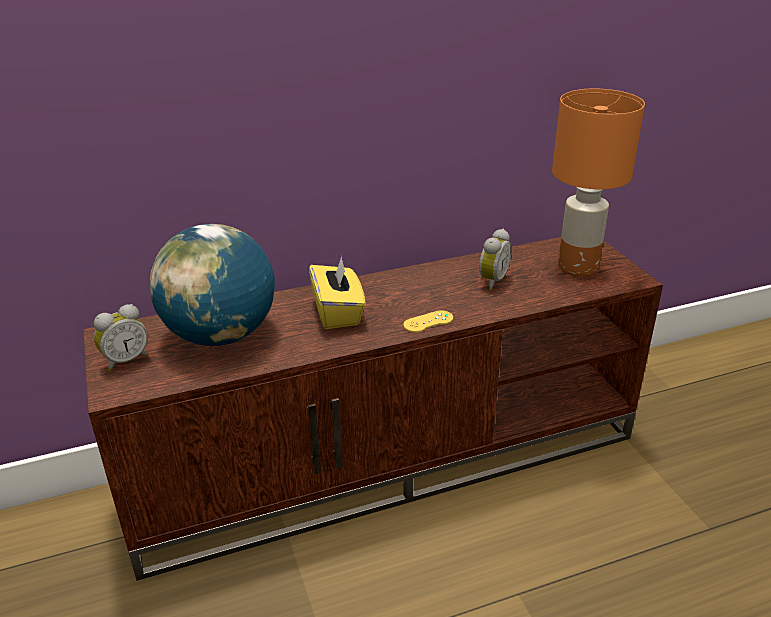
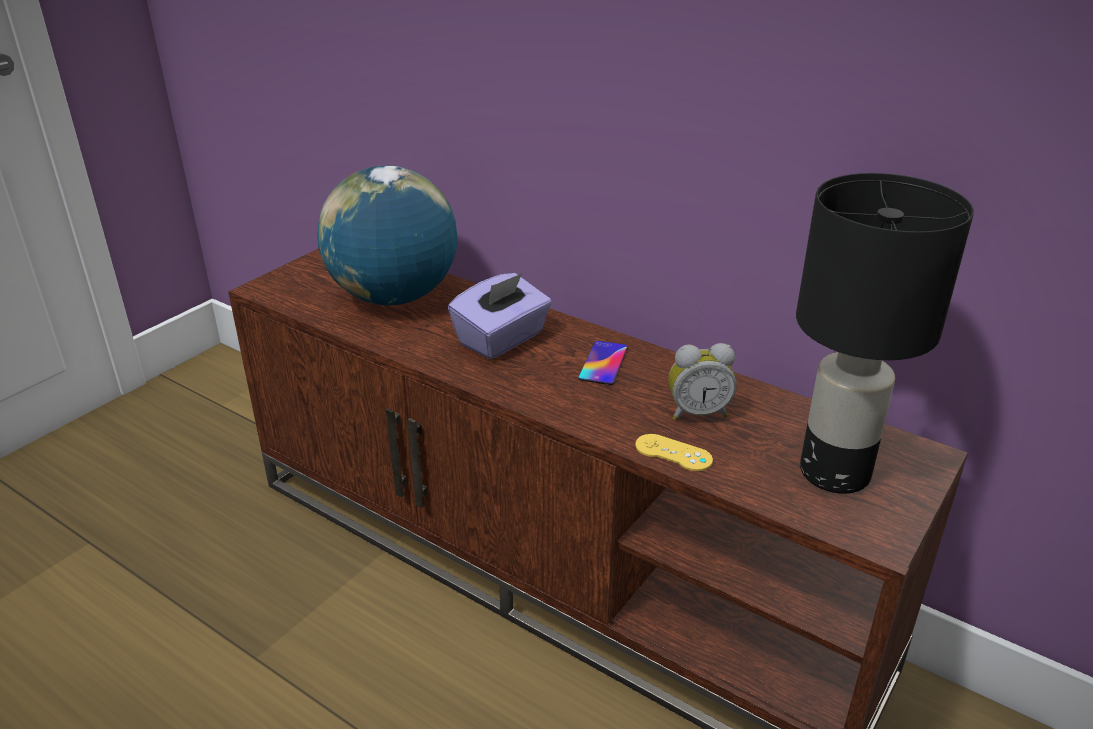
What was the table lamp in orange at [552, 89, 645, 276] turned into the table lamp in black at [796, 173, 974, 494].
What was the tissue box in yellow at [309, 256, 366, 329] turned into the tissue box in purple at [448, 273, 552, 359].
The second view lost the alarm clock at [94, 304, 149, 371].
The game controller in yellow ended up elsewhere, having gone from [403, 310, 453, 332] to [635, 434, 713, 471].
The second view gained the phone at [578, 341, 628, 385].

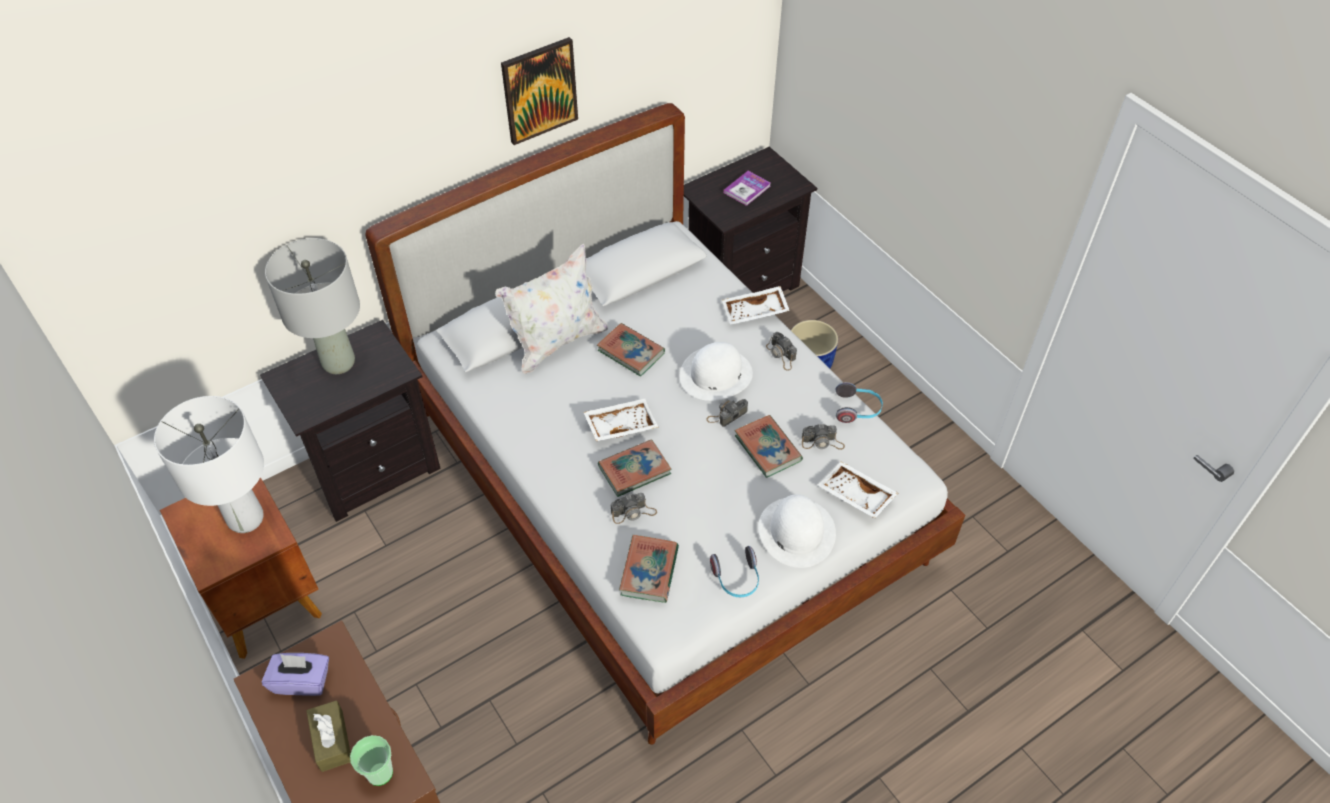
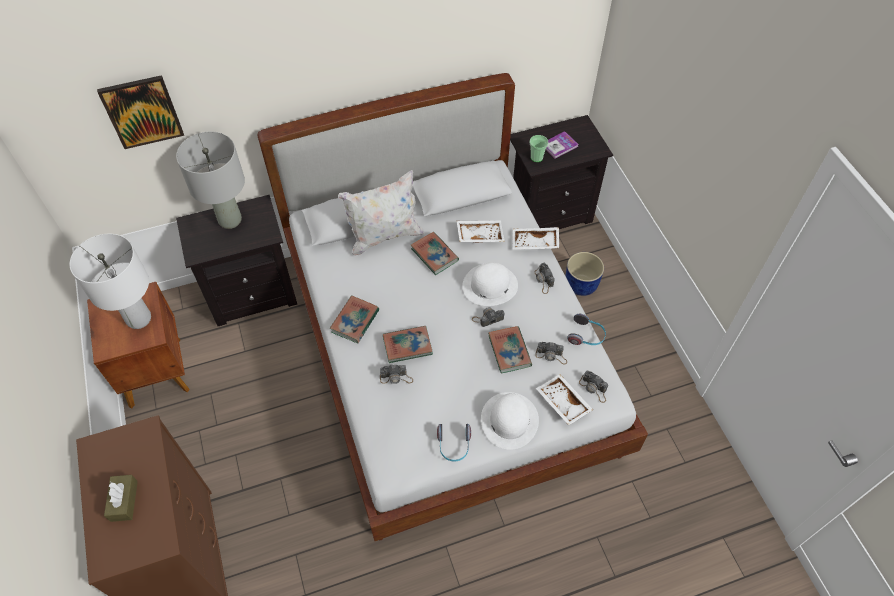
The picture ended up elsewhere, having gone from [501, 37, 578, 145] to [97, 75, 184, 149].
The tray in white ended up elsewhere, having gone from [583, 399, 659, 441] to [457, 220, 505, 243].
The book ended up elsewhere, having gone from [619, 535, 679, 603] to [330, 295, 379, 343].
The second view lost the tissue box in purple at [261, 653, 329, 696].
The cup ended up elsewhere, having gone from [350, 735, 393, 786] to [530, 135, 548, 162].
The second view gained the photo camera at [579, 371, 608, 403].

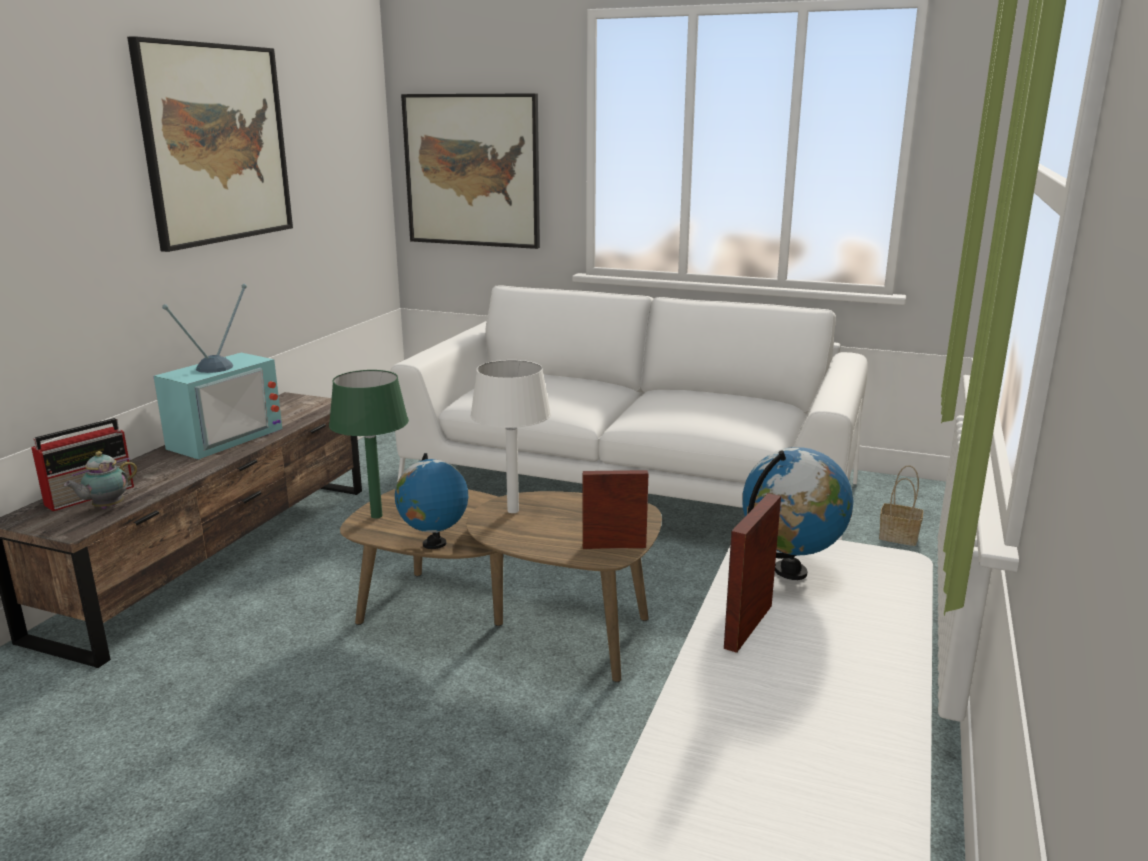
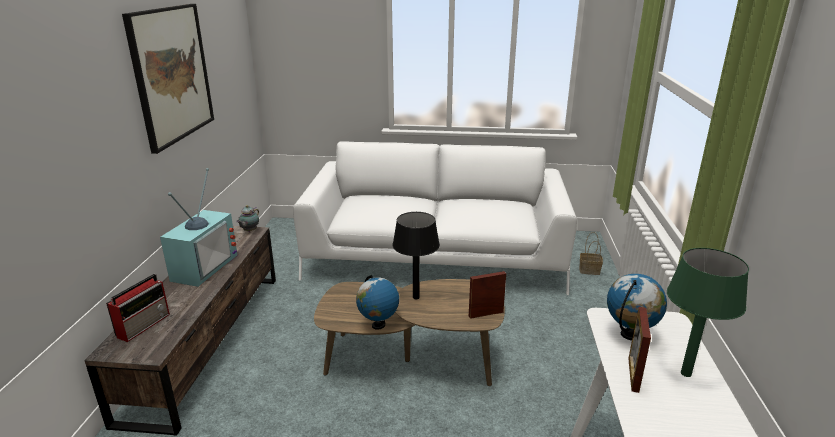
The second view lost the picture at [401, 93, 540, 249].
What was the table lamp in white at [470, 360, 551, 513] turned into the table lamp in black at [392, 212, 440, 299].
The table lamp in green ended up elsewhere, having gone from [329, 370, 409, 518] to [667, 248, 749, 377].
The teapot ended up elsewhere, having gone from [64, 451, 137, 509] to [236, 205, 259, 232].

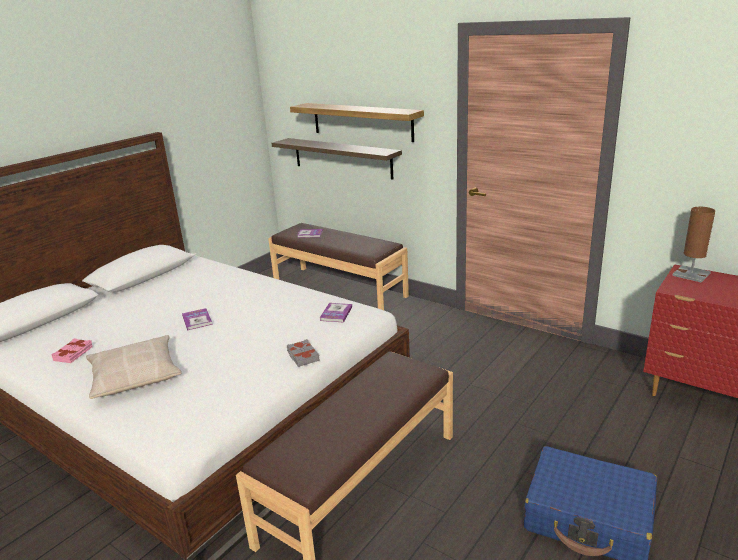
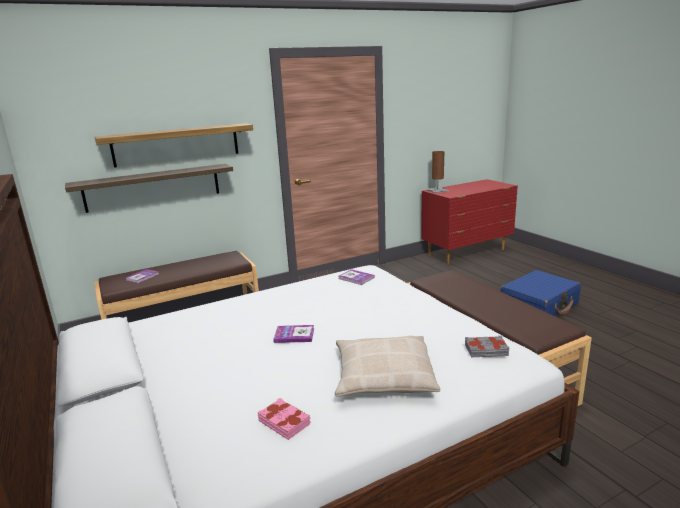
The book in grey ended up elsewhere, having gone from [287, 339, 320, 367] to [465, 336, 509, 357].

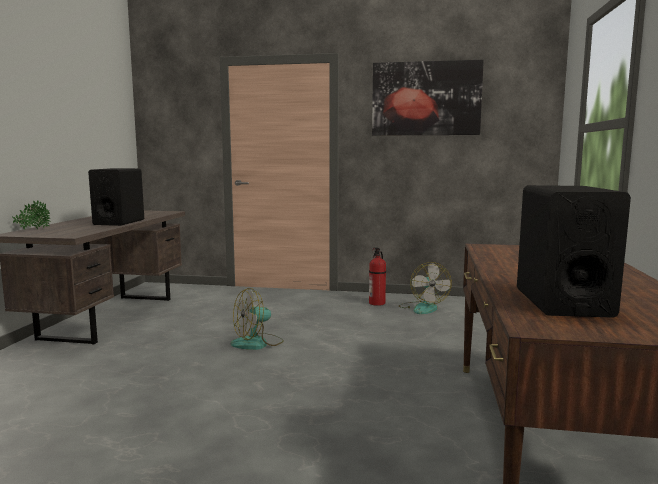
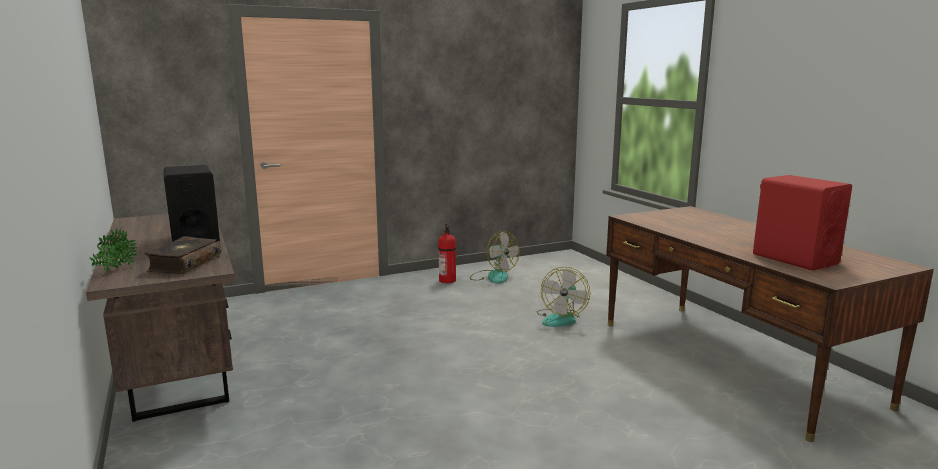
The second view lost the picture at [372, 60, 484, 136].
What was the speaker in black at [517, 185, 631, 318] turned into the speaker in red at [753, 175, 852, 271].
The fan ended up elsewhere, having gone from [231, 288, 284, 350] to [537, 267, 590, 327].
The second view gained the book at [144, 236, 221, 274].

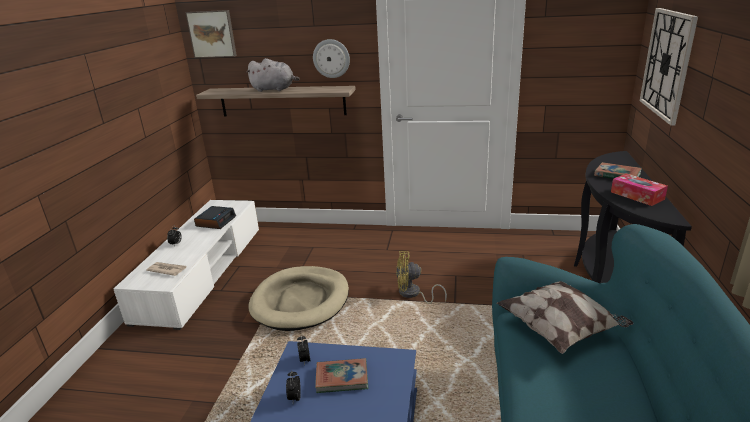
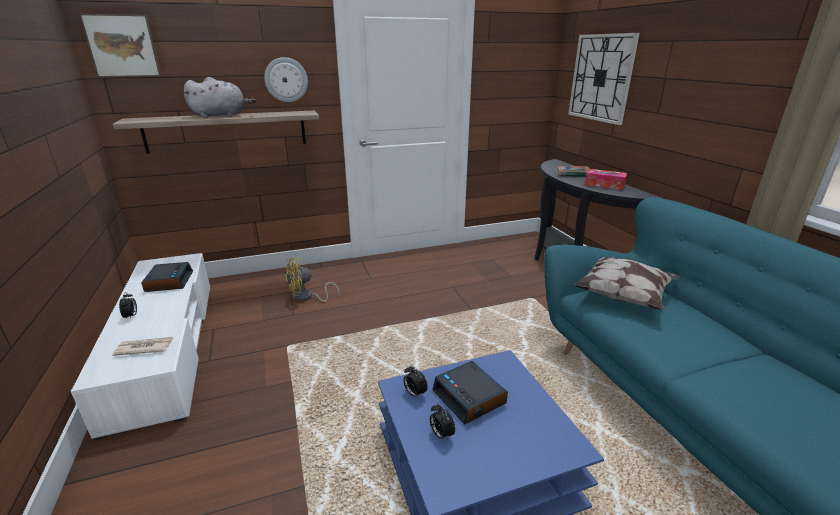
The fan in yellow ended up elsewhere, having gone from [396, 251, 447, 304] to [285, 258, 340, 302].
The second view lost the dog bed in beige at [248, 266, 349, 331].
Where the book stood at [315, 358, 368, 393], the alarm clock came to stand at [433, 361, 508, 425].

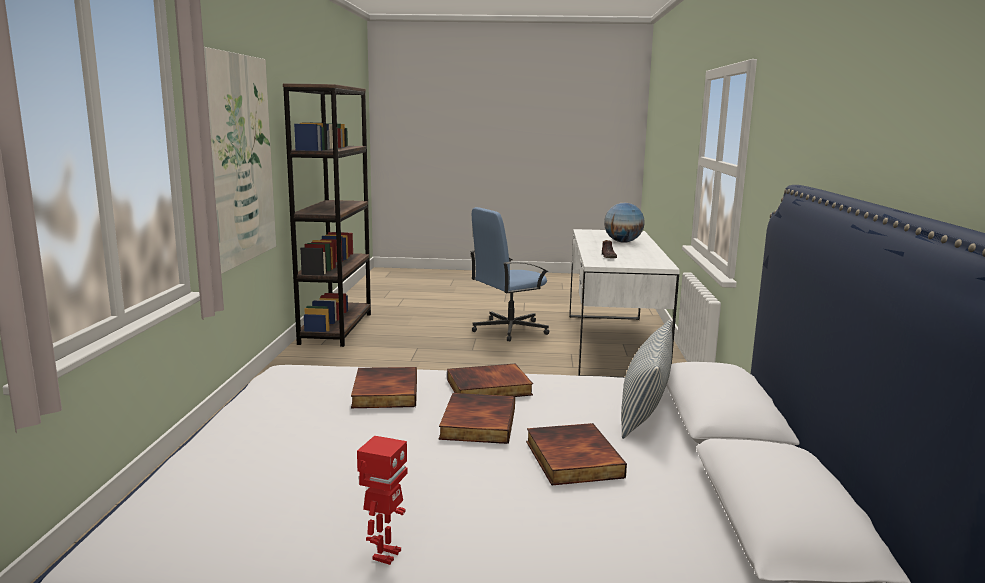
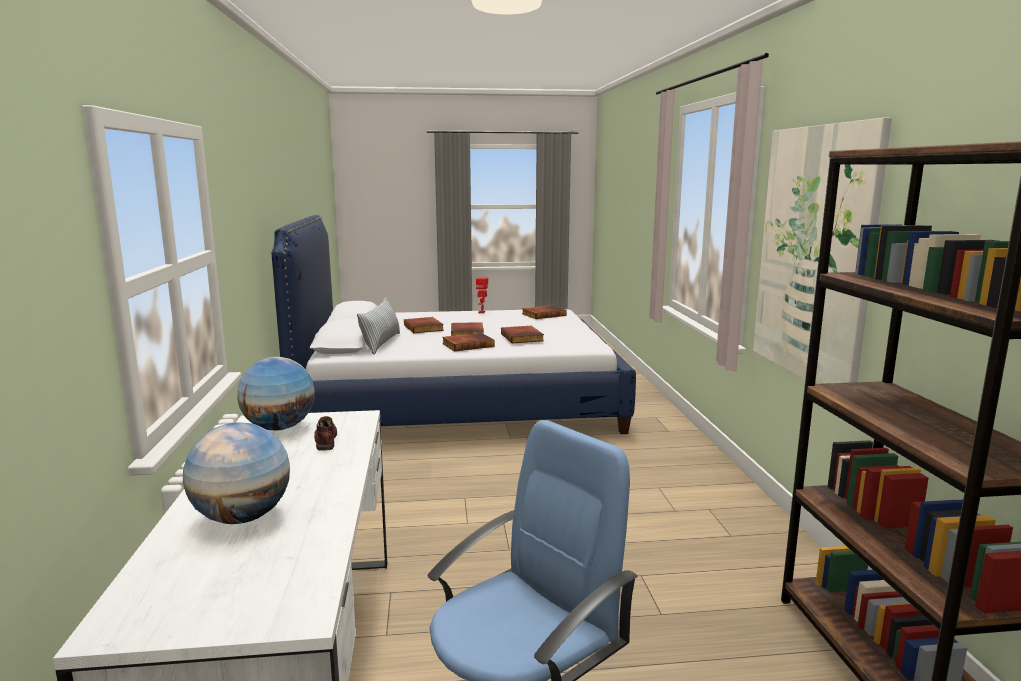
The second view gained the book at [522, 305, 566, 319].
The second view gained the globe at [237, 357, 315, 430].

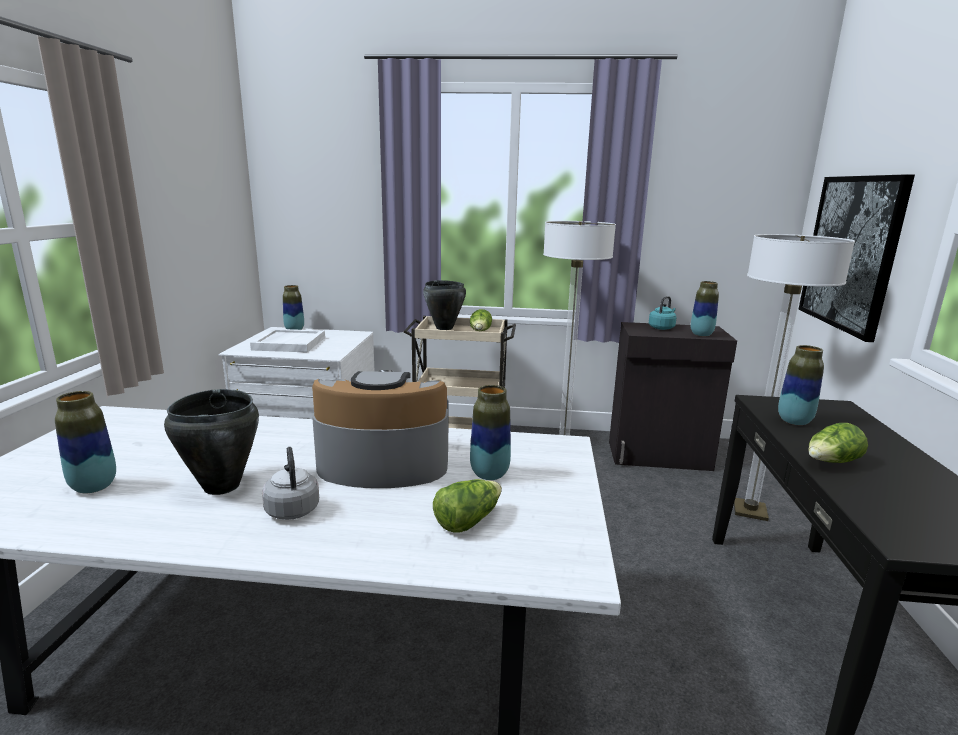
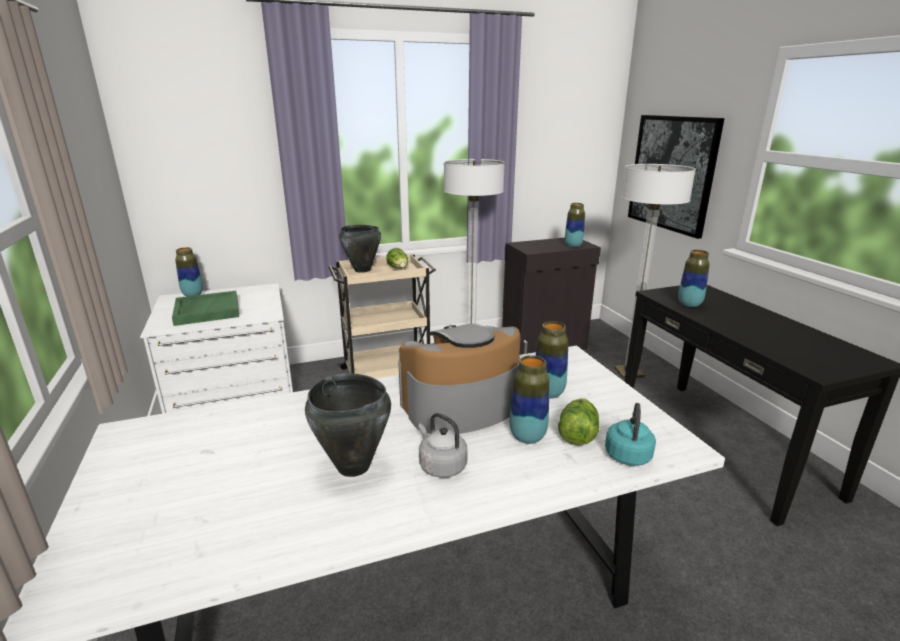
The kettle in turquoise ended up elsewhere, having gone from [649, 296, 677, 330] to [605, 403, 656, 466].
What was the tray in white at [250, 329, 325, 352] turned into the tray in green at [172, 291, 239, 326].
The vase ended up elsewhere, having gone from [55, 391, 116, 493] to [510, 355, 550, 444].
The second view lost the lettuce at [808, 423, 868, 463].

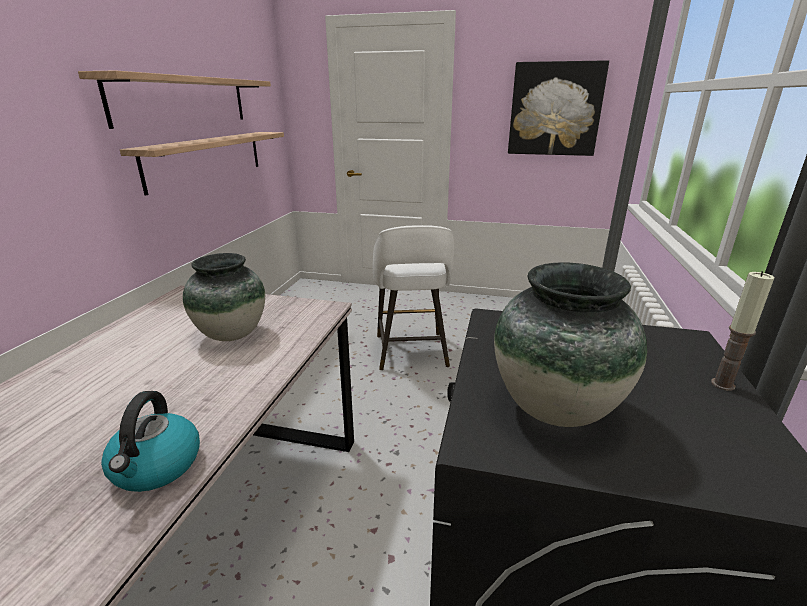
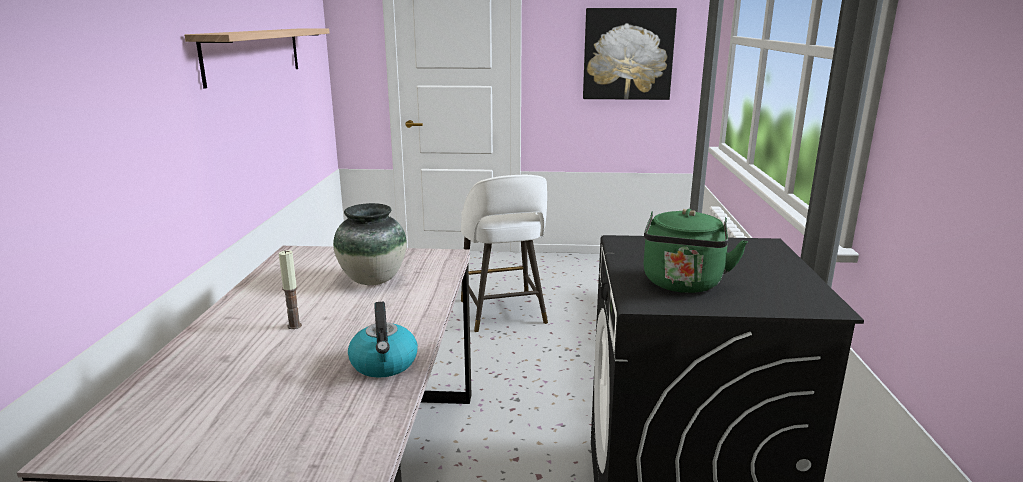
The second view lost the shelf at [120, 132, 284, 196].
Where the vase stood at [494, 262, 647, 427], the kettle in green came to stand at [644, 209, 748, 293].
The candle ended up elsewhere, having gone from [711, 271, 774, 391] to [279, 250, 302, 329].

